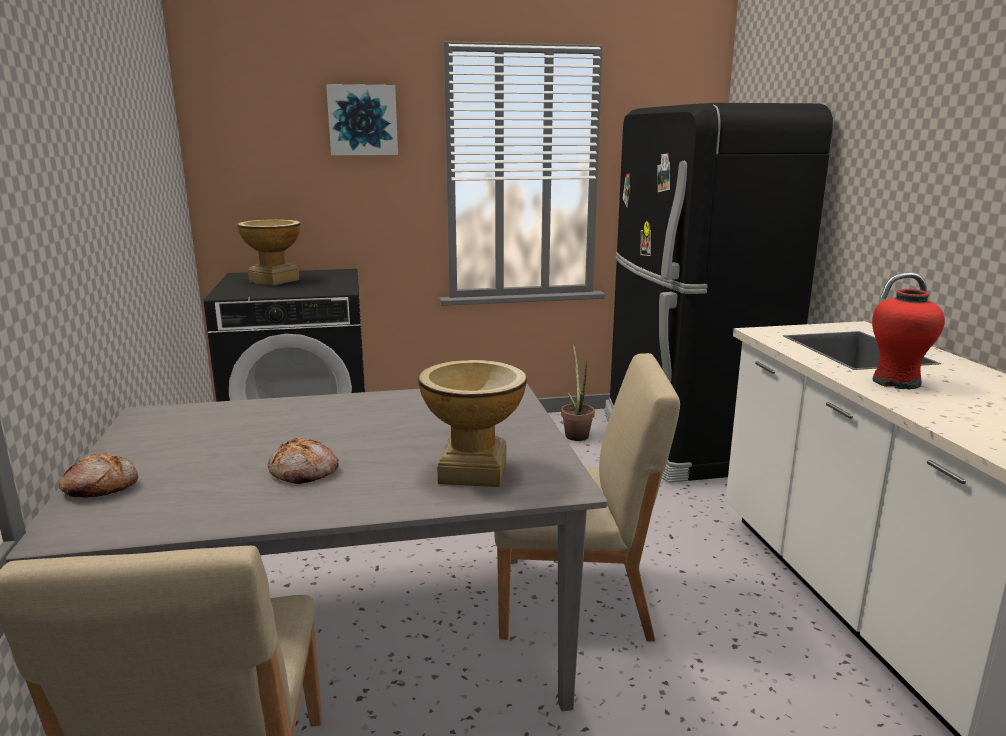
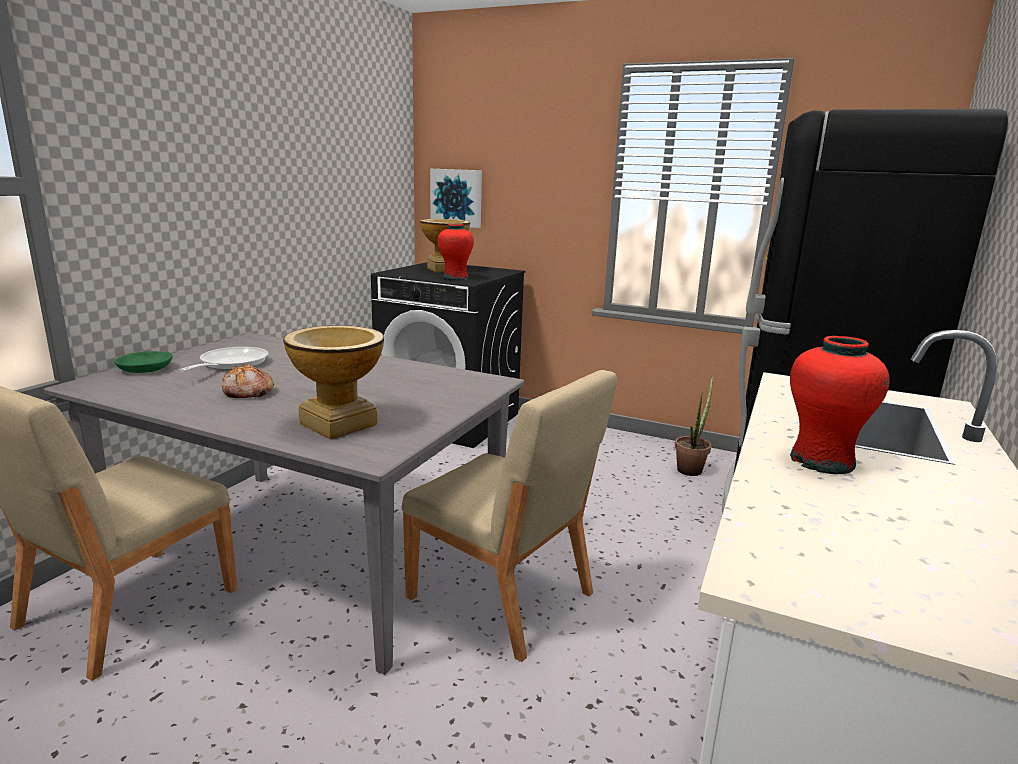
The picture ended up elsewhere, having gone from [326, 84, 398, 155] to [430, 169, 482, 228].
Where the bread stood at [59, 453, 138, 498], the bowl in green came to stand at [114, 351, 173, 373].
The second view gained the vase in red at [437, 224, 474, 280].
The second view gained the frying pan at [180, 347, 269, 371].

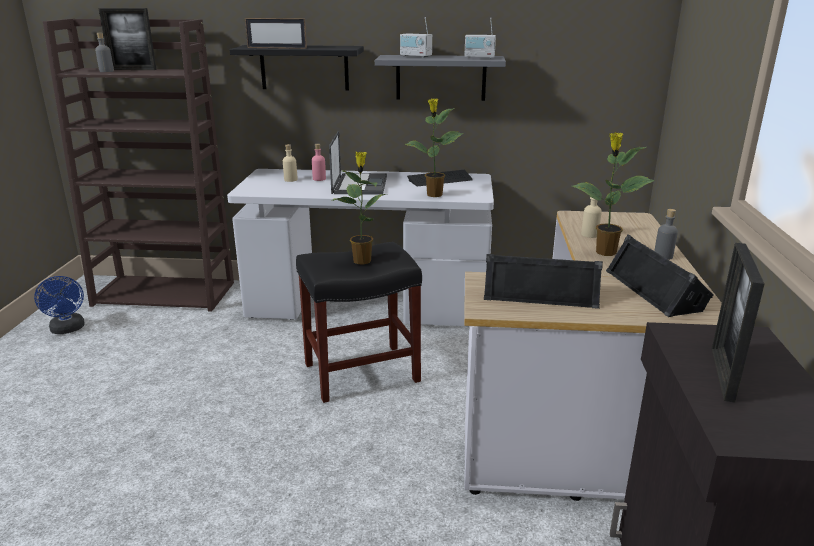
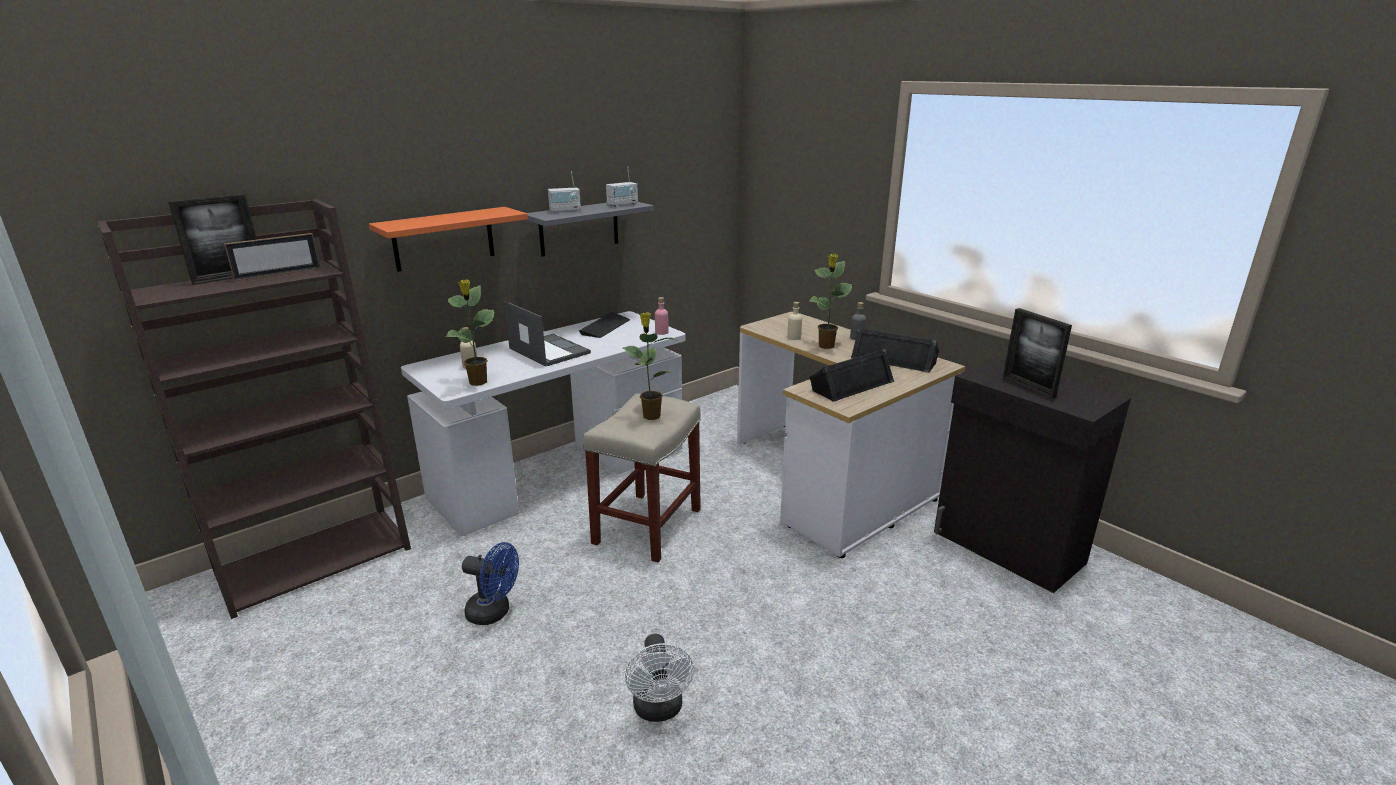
The picture frame ended up elsewhere, having gone from [245, 18, 307, 49] to [224, 233, 320, 281].
The second view lost the bottle in grey at [95, 33, 114, 72].
What was the shelf in black at [229, 45, 364, 90] turned into the shelf in orange at [369, 207, 528, 272].
The potted plant ended up elsewhere, having gone from [404, 98, 463, 197] to [445, 279, 494, 386].
The bottle in pink ended up elsewhere, having gone from [312, 144, 326, 181] to [655, 297, 669, 335].
What was the stool in black at [296, 242, 422, 403] turned into the stool in beige at [583, 393, 701, 562].
The fan in blue ended up elsewhere, having gone from [34, 276, 85, 334] to [462, 542, 519, 625].
The second view gained the fan in white at [625, 634, 694, 722].

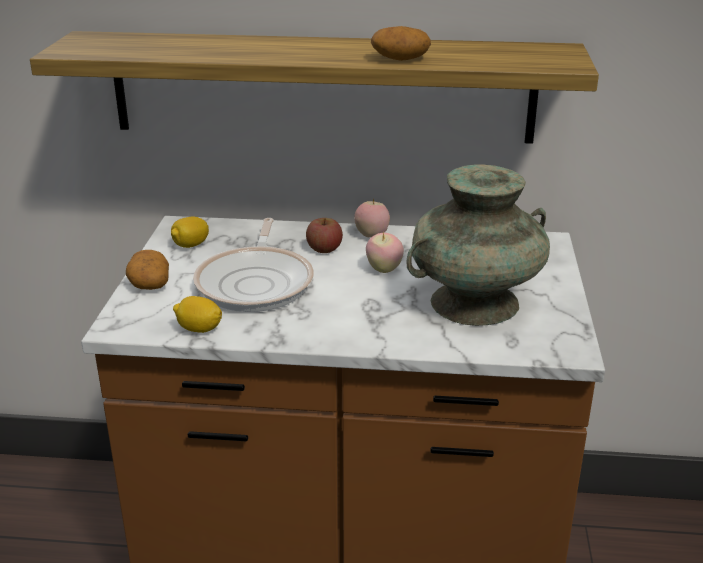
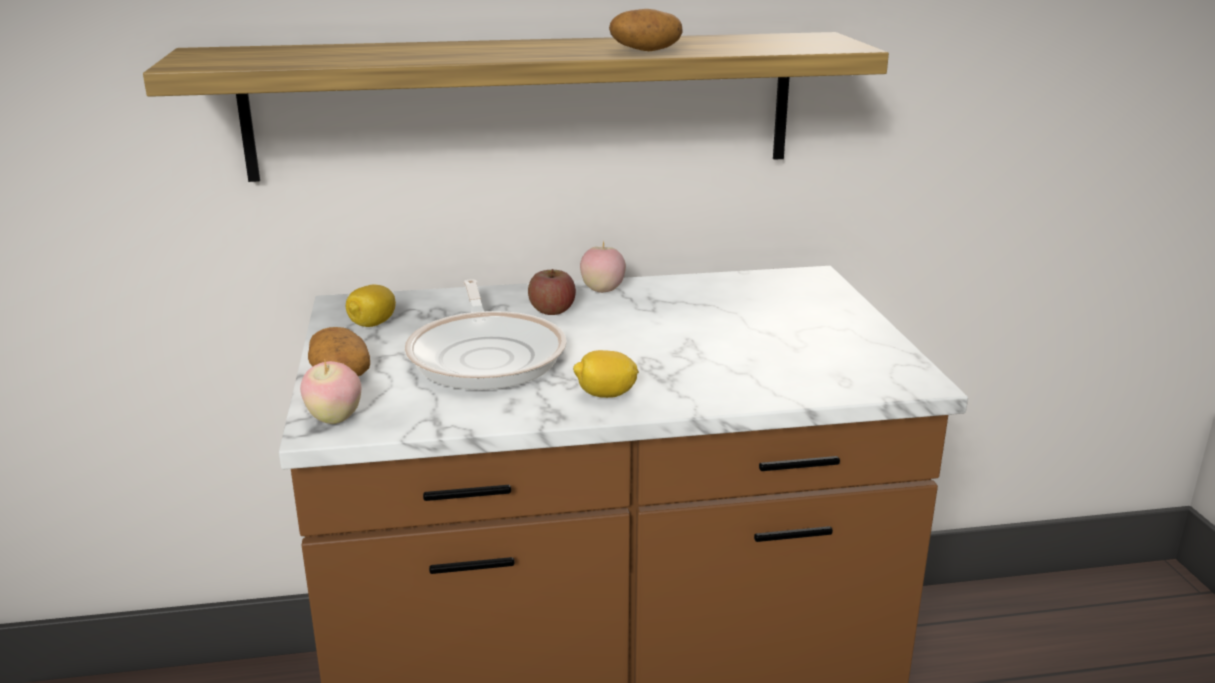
The second view lost the vase in turquoise at [407, 165, 550, 326].
The apple ended up elsewhere, having gone from [366, 231, 404, 273] to [300, 361, 361, 424].
The lemon ended up elsewhere, having gone from [173, 296, 222, 333] to [573, 350, 639, 398].

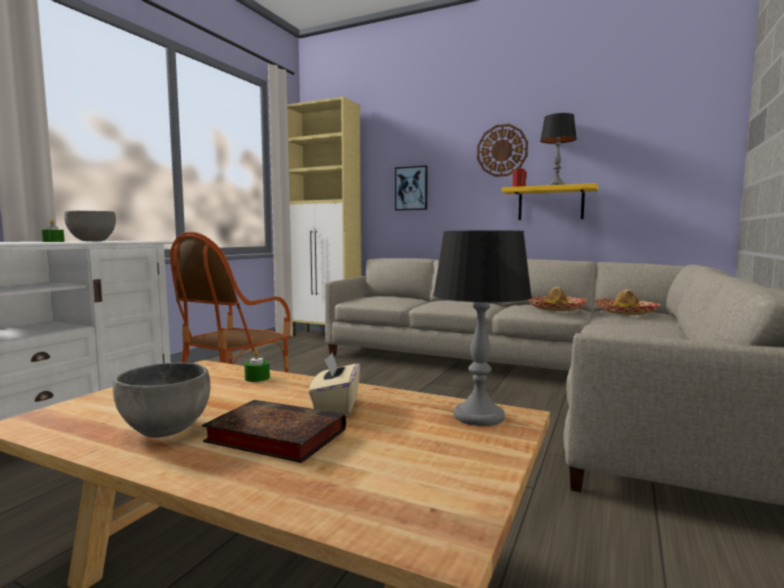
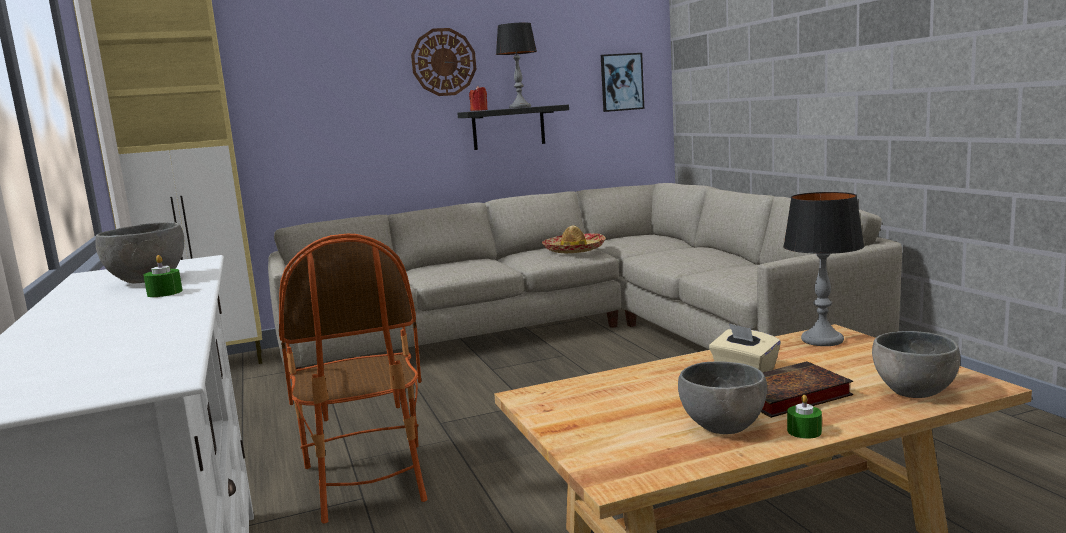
The picture ended up elsewhere, having gone from [395, 166, 428, 211] to [601, 53, 644, 112].
What was the shelf in yellow at [502, 183, 598, 220] turned into the shelf in black at [457, 105, 569, 150].
The second view lost the hat at [595, 289, 660, 315].
The candle in green ended up elsewhere, having gone from [244, 350, 270, 382] to [787, 395, 822, 439].
The second view gained the bowl in grey at [872, 331, 960, 398].

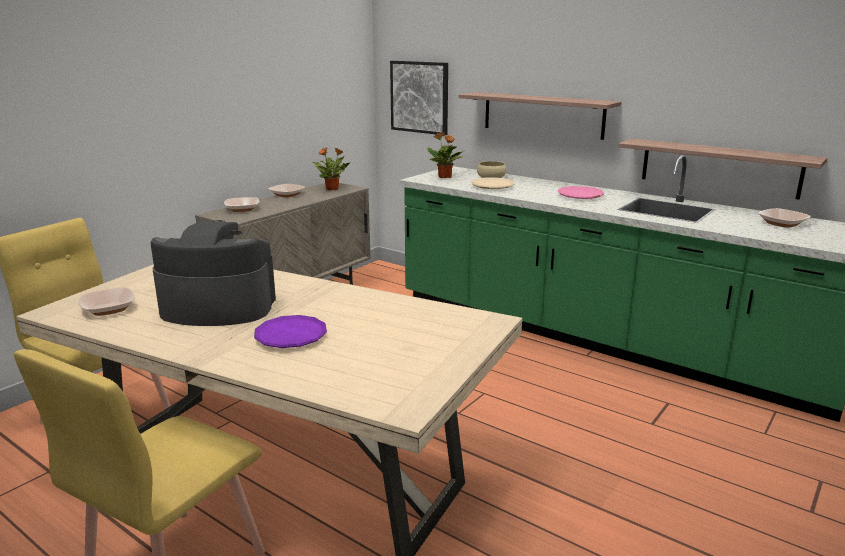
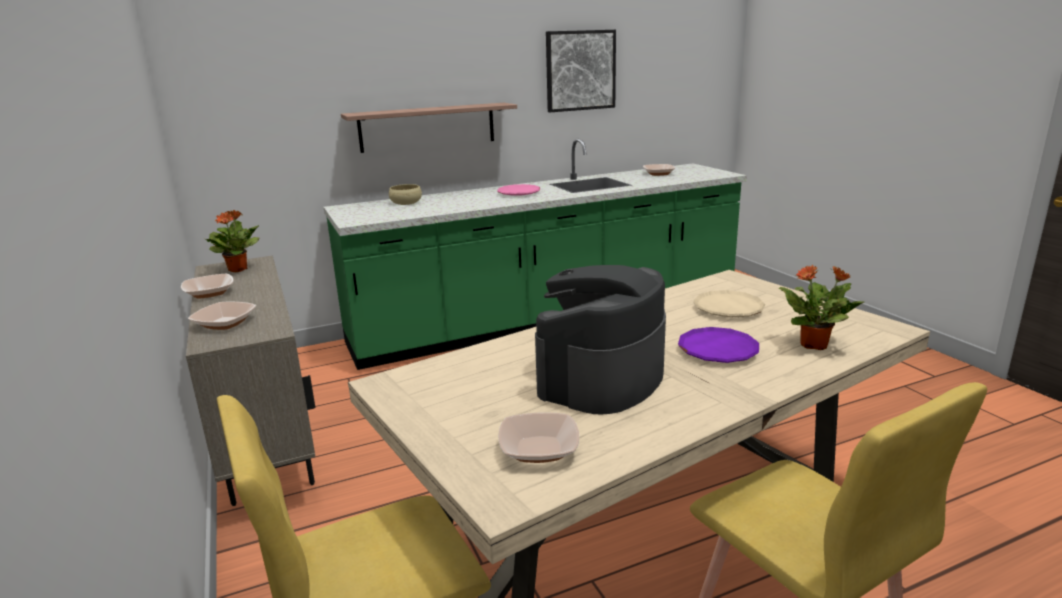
The picture ended up elsewhere, having gone from [390, 61, 448, 135] to [546, 30, 616, 112].
The potted plant ended up elsewhere, having gone from [427, 132, 464, 178] to [779, 264, 864, 350].
The second view lost the shelf at [619, 139, 828, 200].
The plate in beige ended up elsewhere, having gone from [471, 178, 514, 189] to [693, 290, 765, 317].

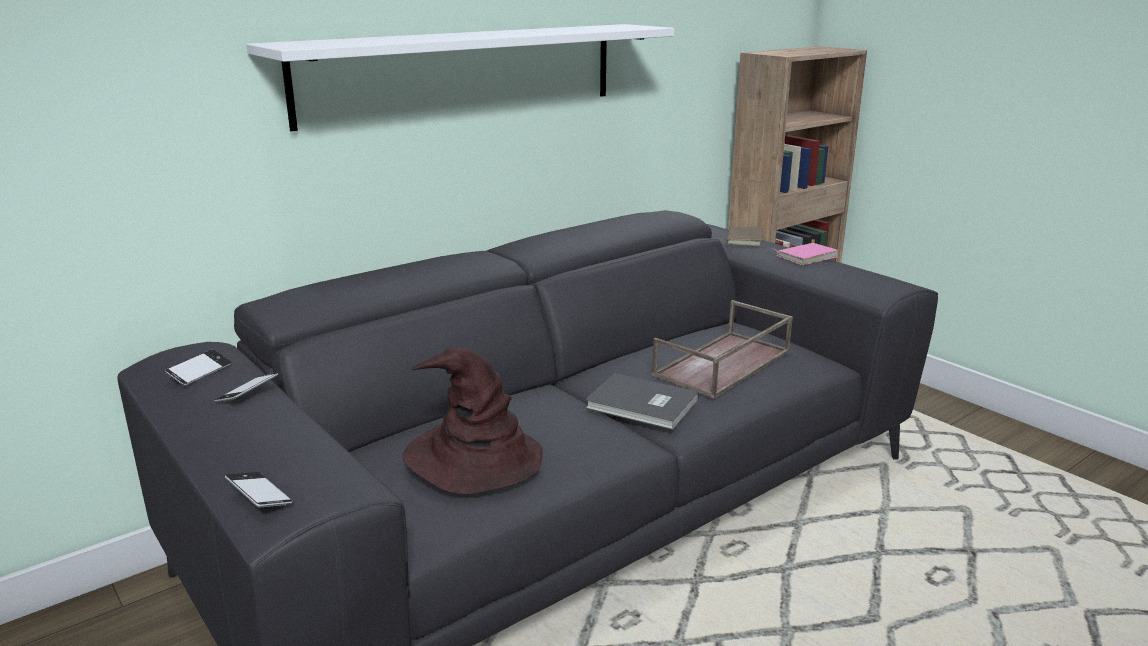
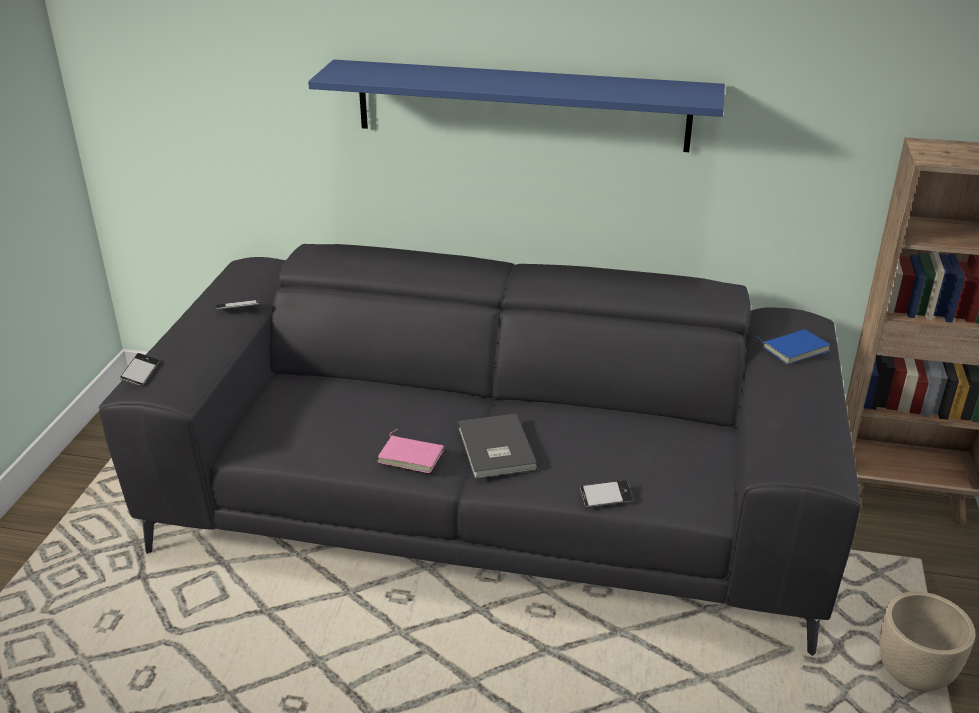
What was the shelf in white at [246, 24, 675, 131] turned into the shelf in blue at [308, 60, 725, 152].
What was the book in brown at [718, 226, 762, 247] turned into the book in blue at [758, 329, 830, 364].
The book in pink ended up elsewhere, having gone from [770, 243, 838, 265] to [377, 429, 444, 473].
The second view lost the tray in brown at [652, 300, 793, 399].
The second view lost the hat in brown at [402, 347, 543, 494].
The phone ended up elsewhere, having gone from [165, 349, 232, 386] to [580, 480, 633, 507].
The second view gained the planter in beige at [879, 592, 975, 691].

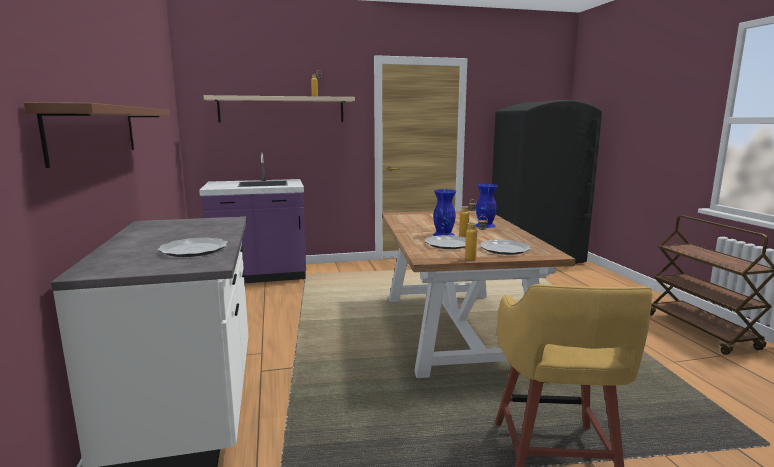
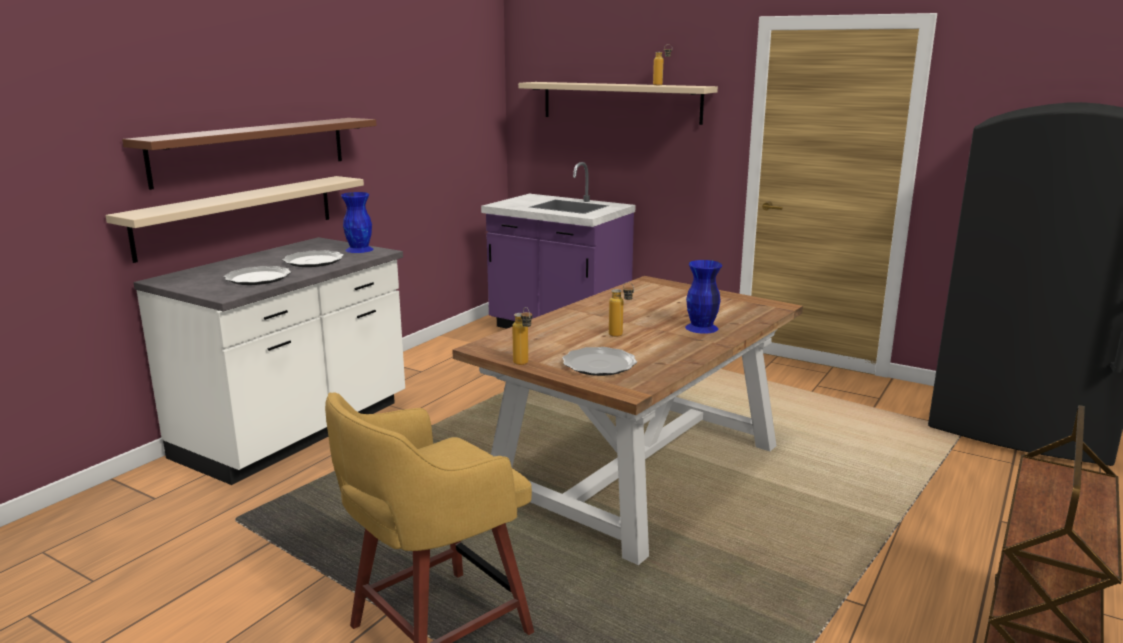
The vase in blue ended up elsewhere, having gone from [433, 189, 456, 236] to [341, 192, 374, 253].
The plate ended up elsewhere, having gone from [425, 235, 466, 249] to [283, 250, 344, 267].
The second view gained the shelf in beige at [106, 176, 364, 263].

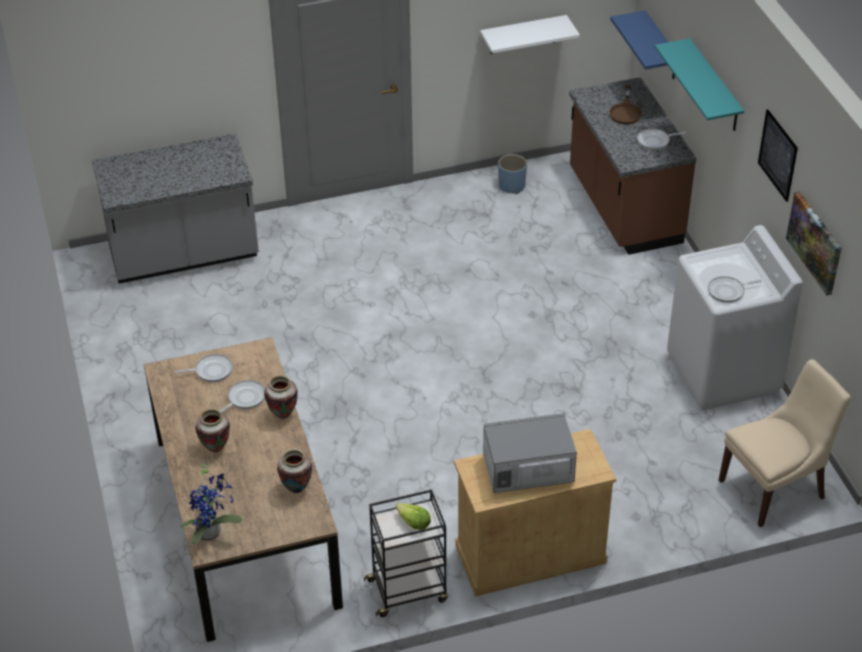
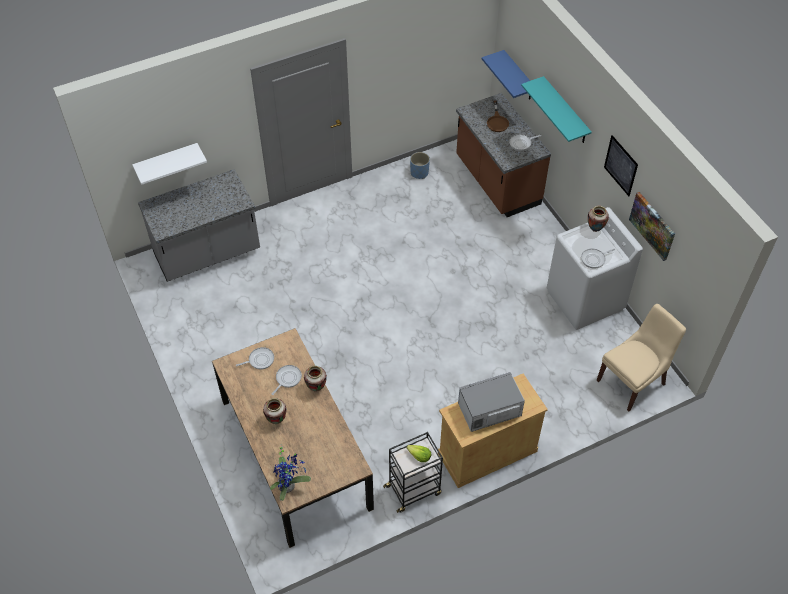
The shelf in white ended up elsewhere, having gone from [480, 15, 580, 54] to [132, 143, 207, 185].
The vase ended up elsewhere, having gone from [277, 449, 312, 493] to [588, 206, 609, 232].

